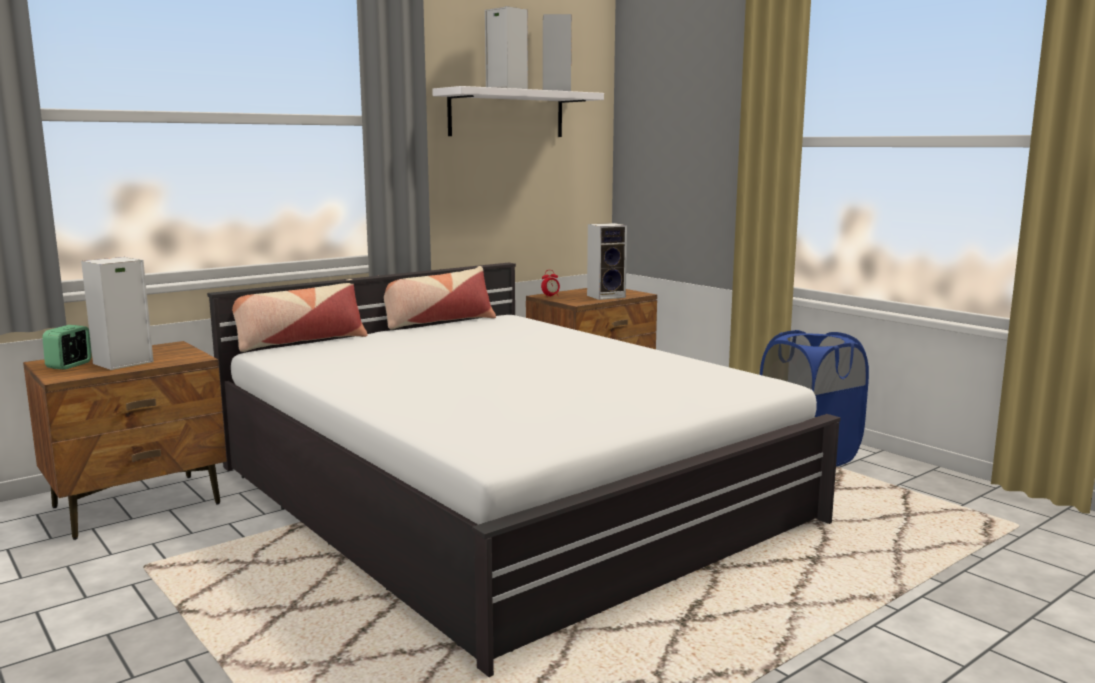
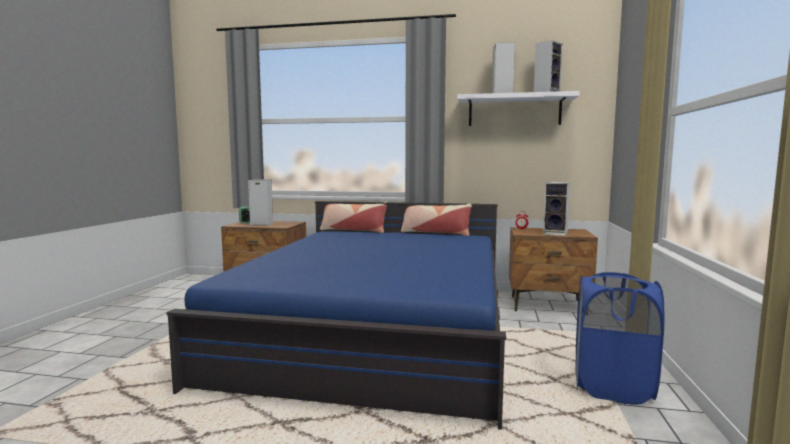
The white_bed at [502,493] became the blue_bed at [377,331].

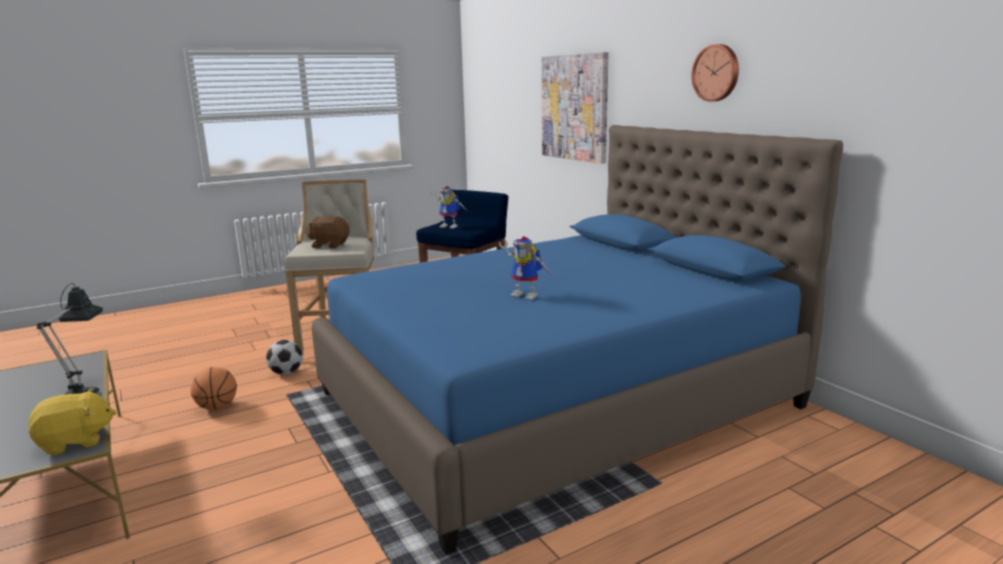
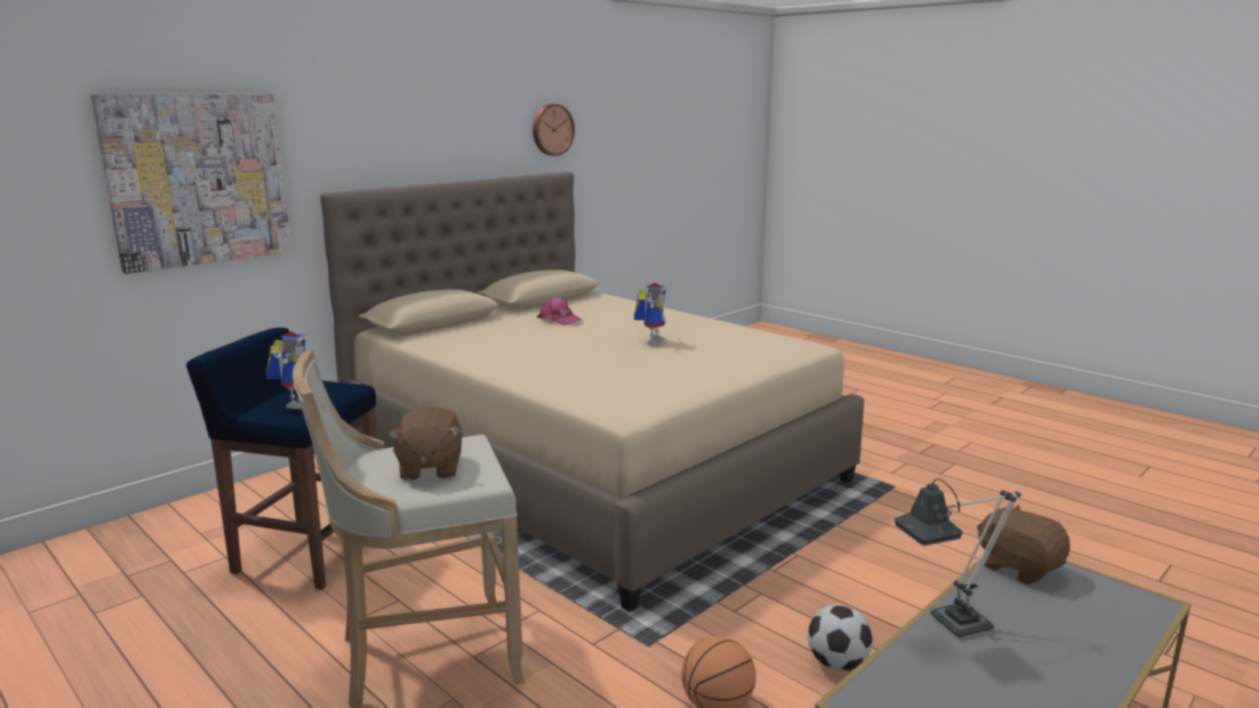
The pink_cap at [560,320] appeared.
The football moved from [286,373] to [837,664].
The wall_clock moved from [716,73] to [551,129].
The yellow_plush_toy at [75,441] became the brown_plush_toy at [1019,567].
The blue_bed at [556,400] became the beige_bed at [591,466].

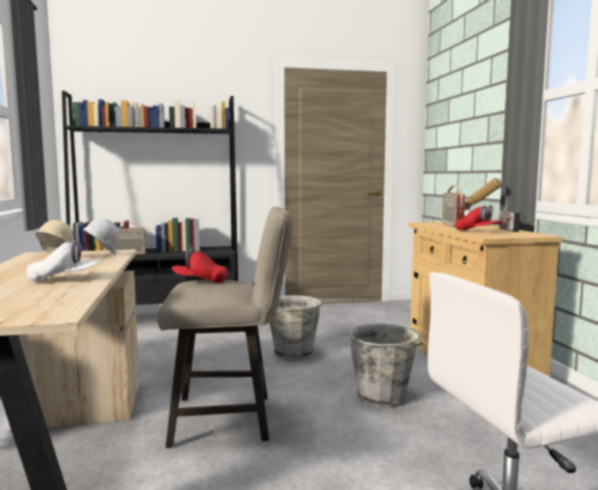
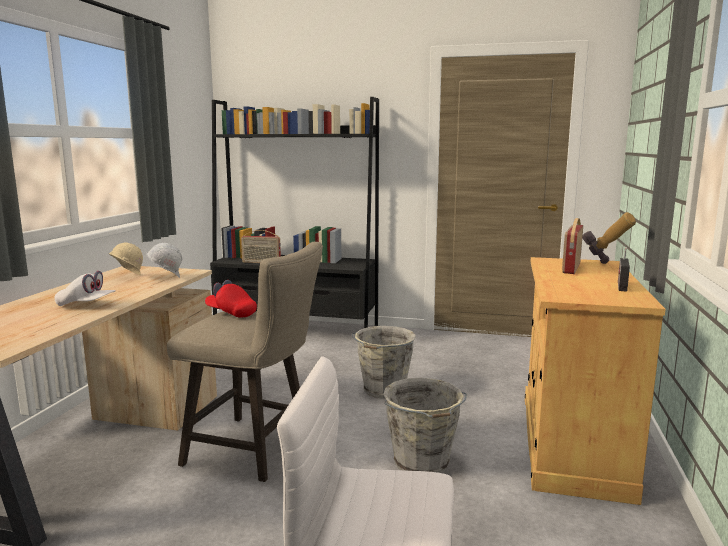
The red_cap at [478,231] disappeared.

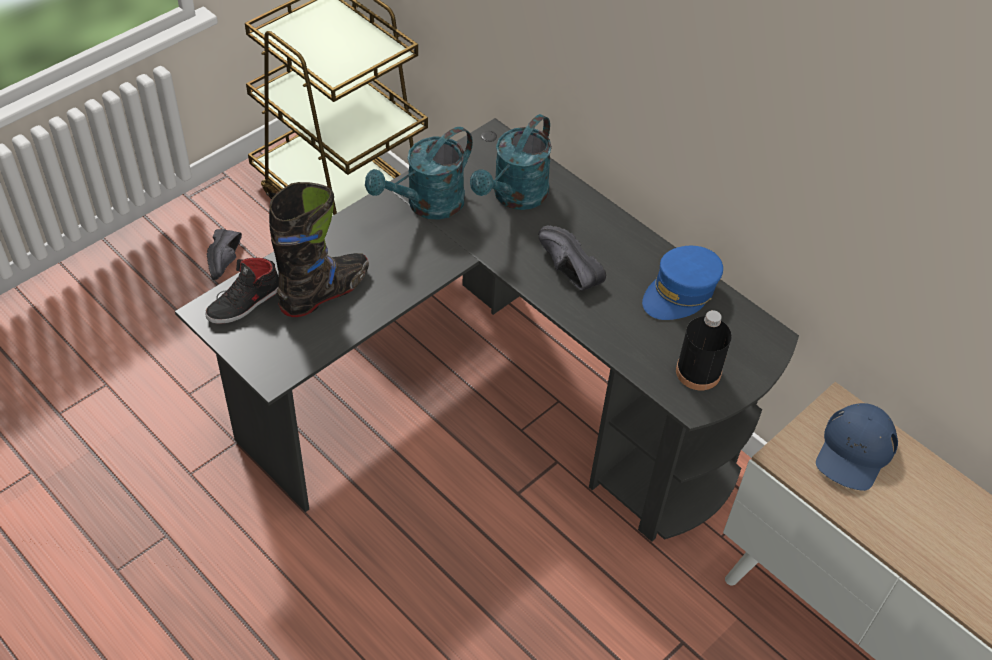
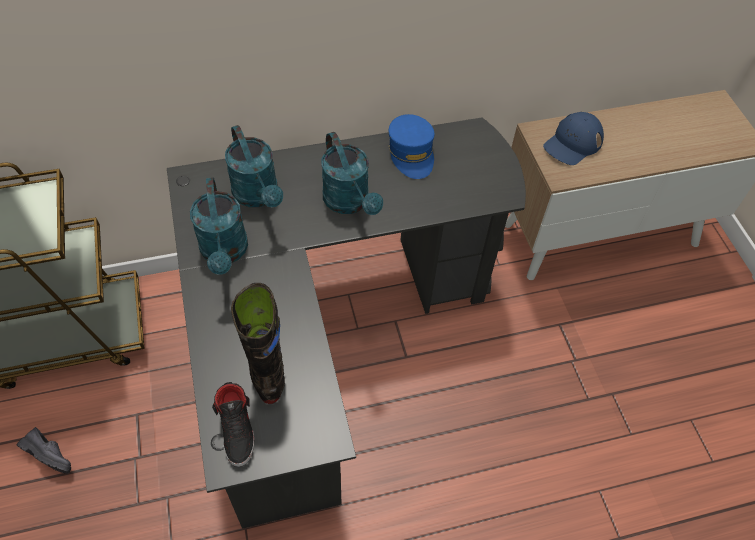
The black_bottle at [698,372] disappeared.
The black_shoe at [565,270] was replaced by the turquoise_watering_can at [350,203].
The blue_cap at [854,451] turned 75 degrees clockwise.

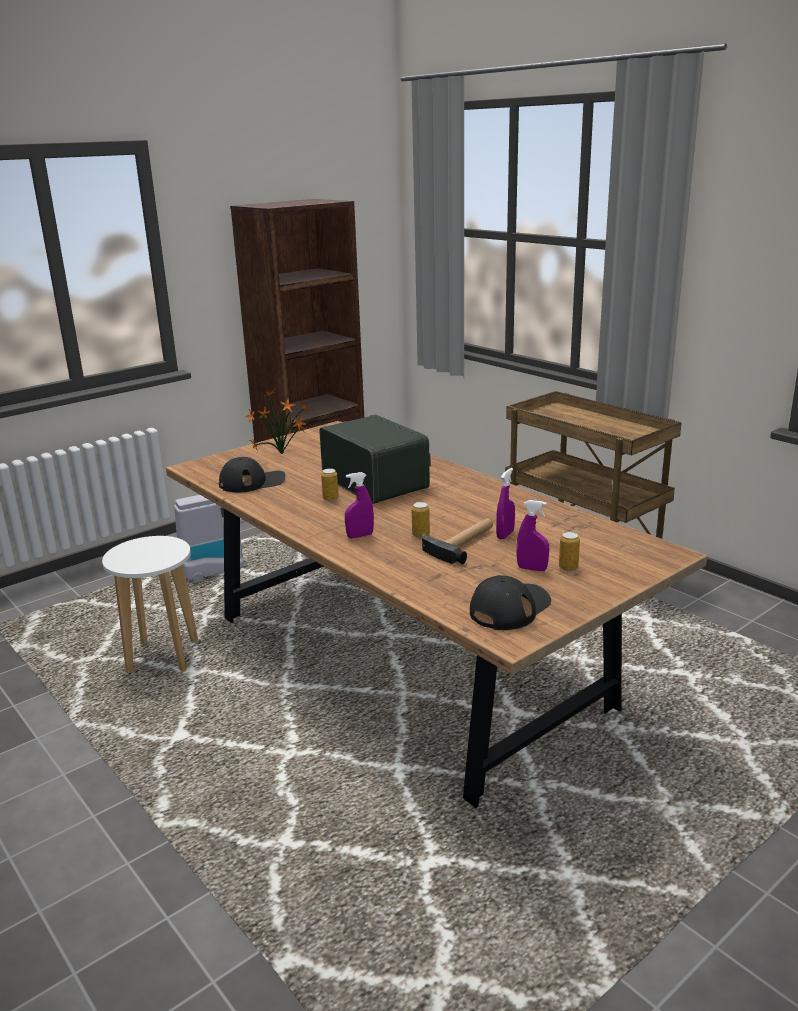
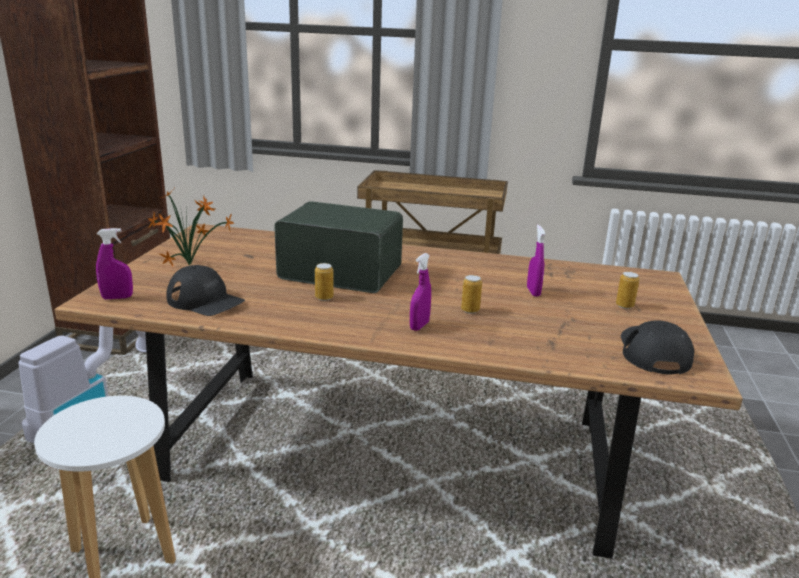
The hammer at [462,543] disappeared.
The purple_spray_bottle moved from [532,569] to [117,297].
The black_cap at [252,482] turned 90 degrees clockwise.

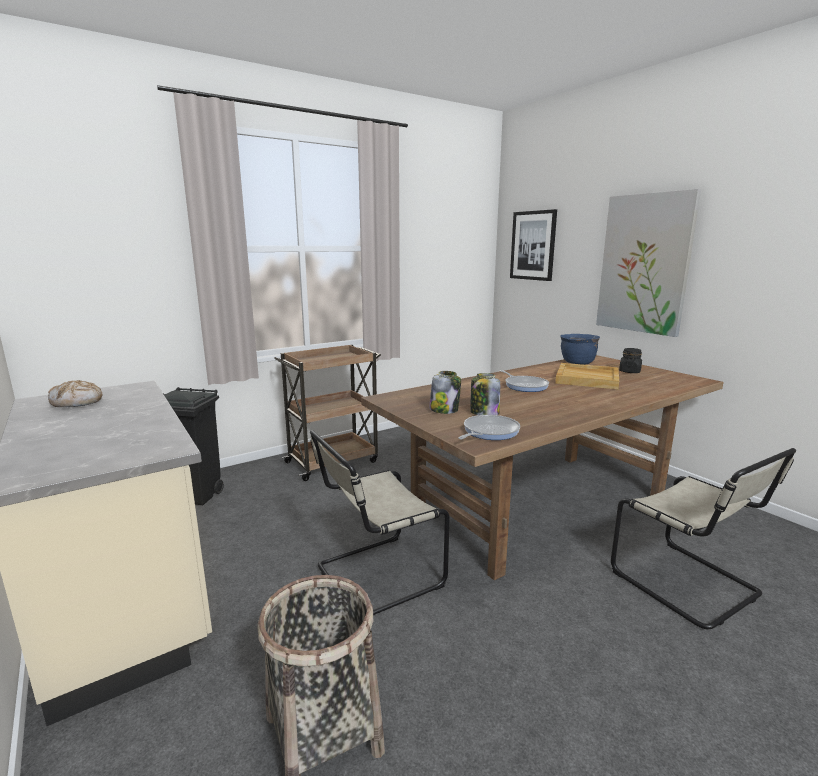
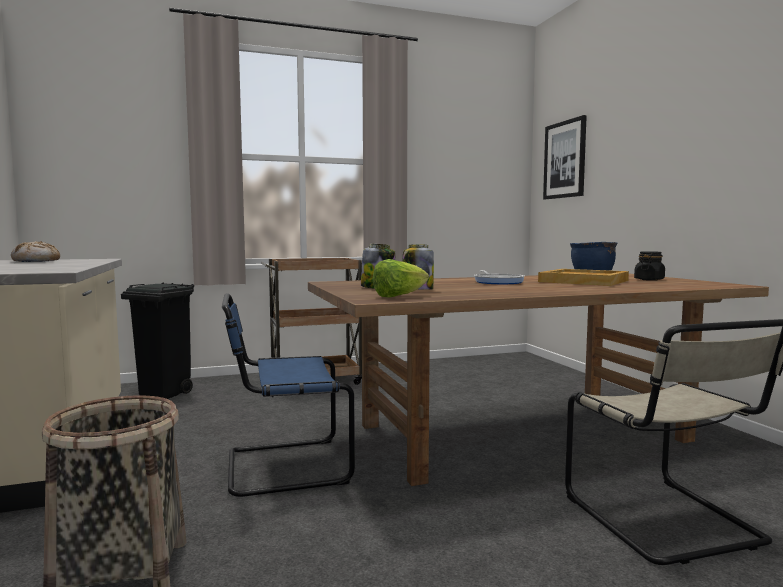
The picture at [644,264] disappeared.
The frying_pan at [488,432] was replaced by the lettuce at [399,296].
The beige_chair at [375,576] became the blue_chair at [282,467].

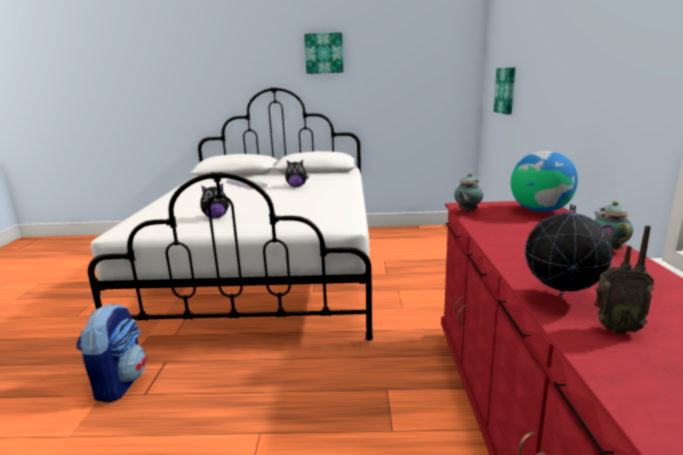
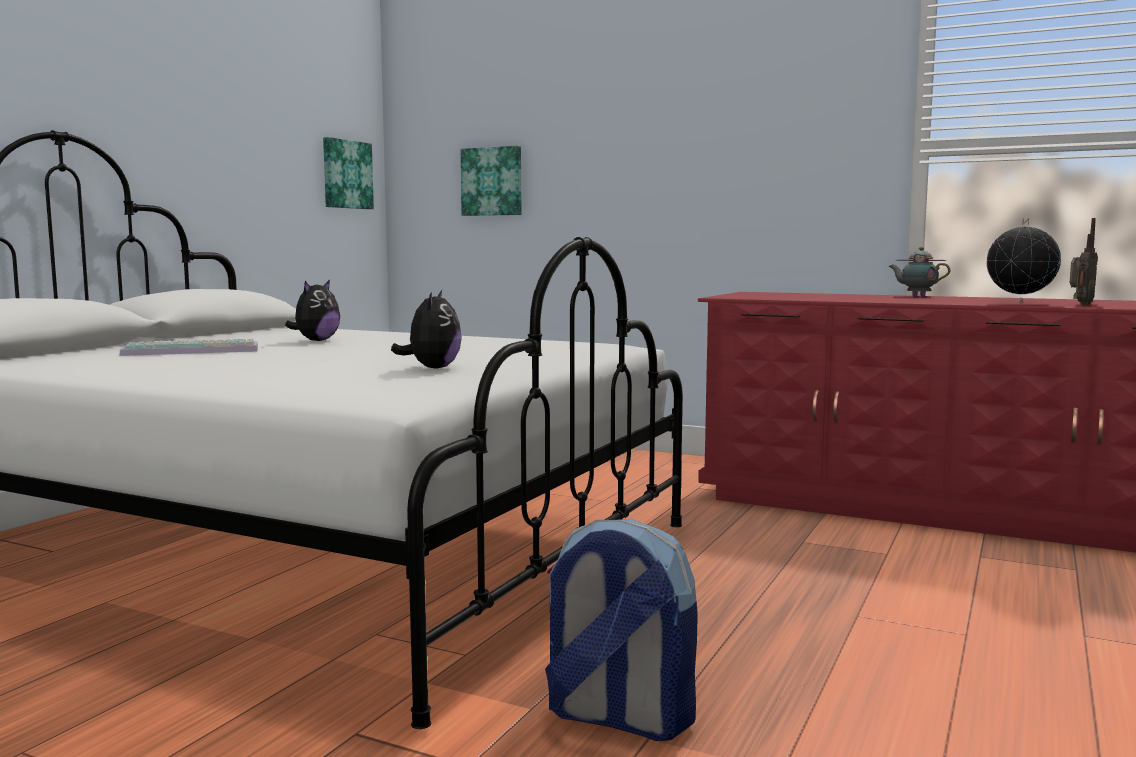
The teapot at [466,211] disappeared.
The globe at [540,210] disappeared.
The picture moved from [324,53] to [346,174].

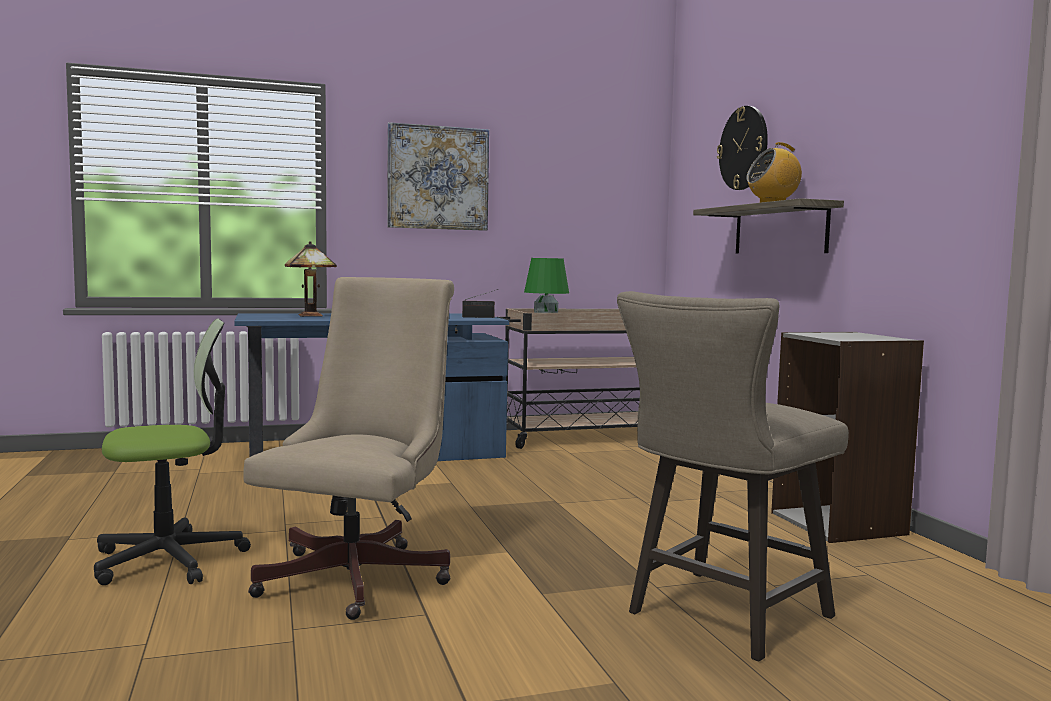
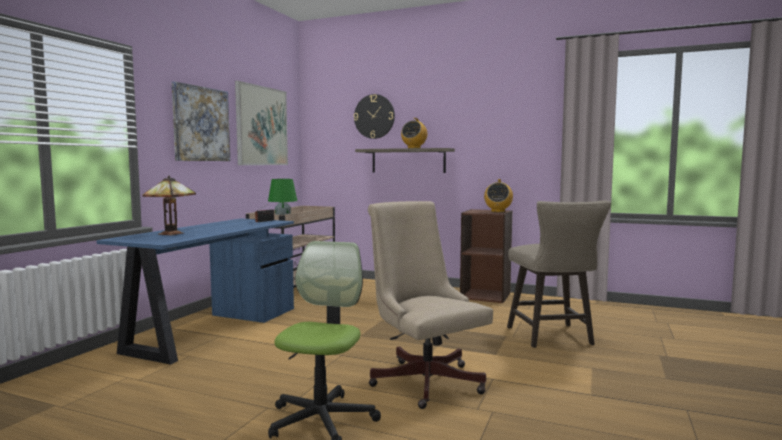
The picture at [261,126] appeared.
The radio at [498,211] appeared.
The grey_bookcase at [839,523] became the brown_bookcase at [485,295].

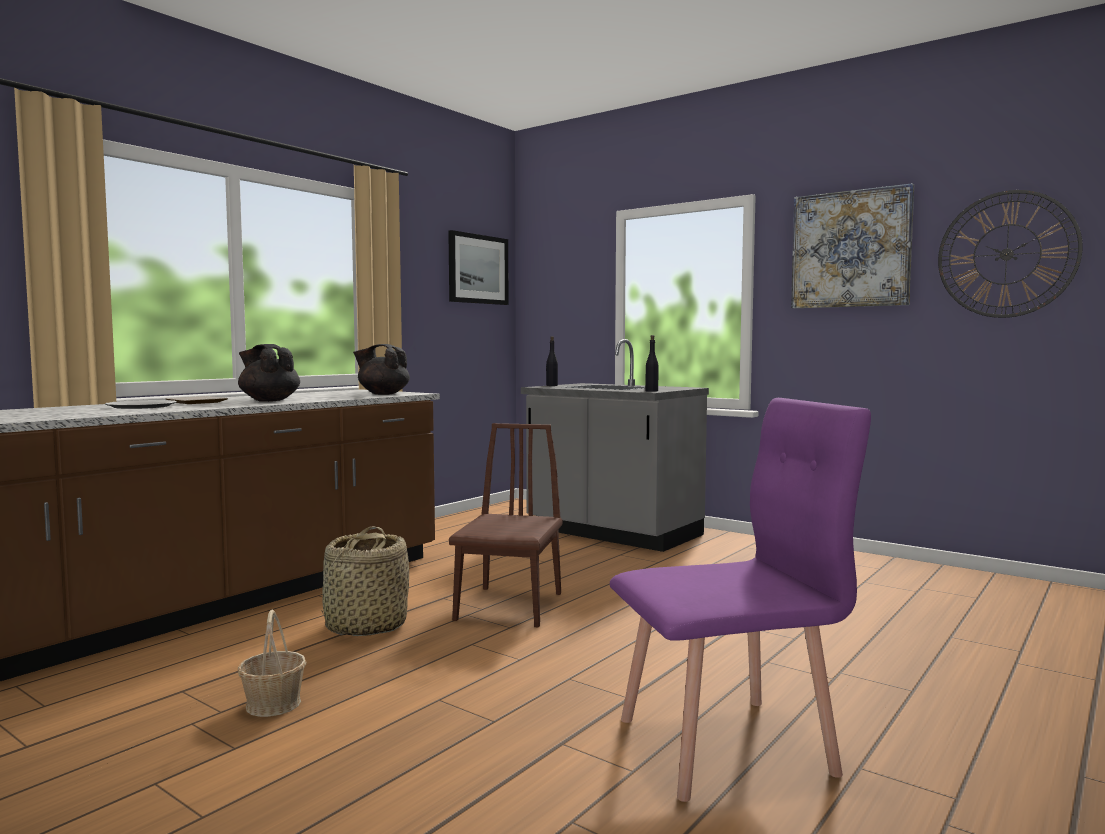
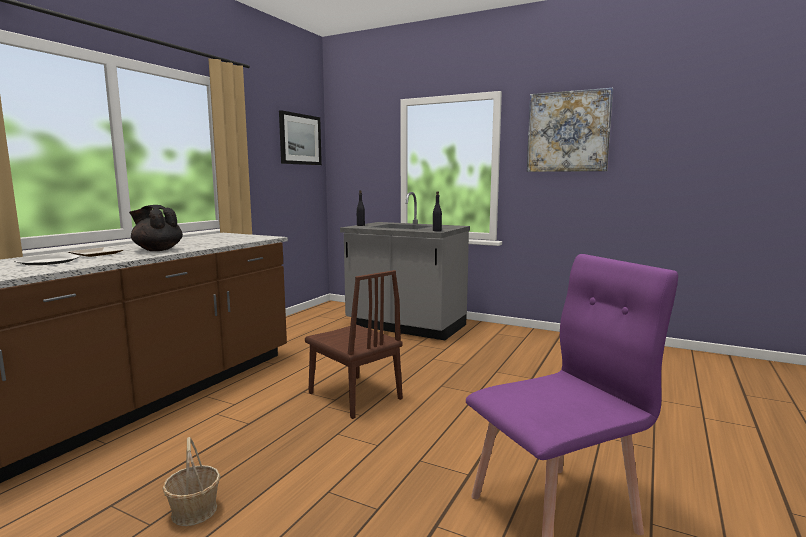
The basket at [365,626] disappeared.
The black_teapot at [383,394] disappeared.
The wall_clock at [1006,254] disappeared.
The brown_chair at [509,606] turned 135 degrees clockwise.

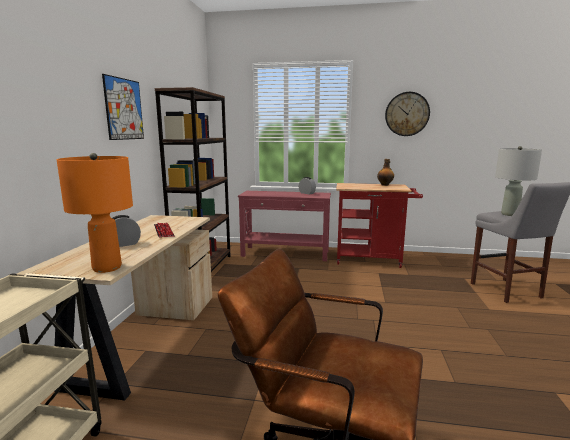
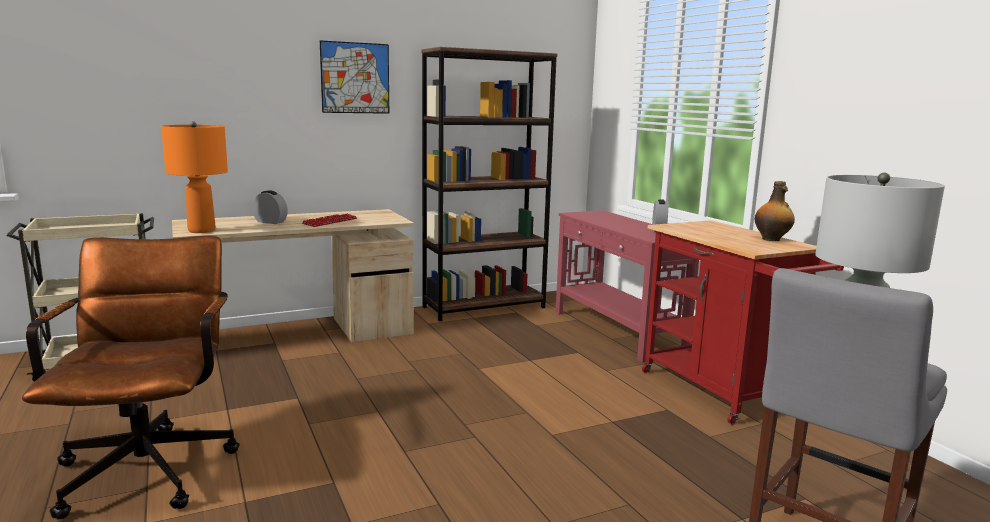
The wall_clock at [407,114] disappeared.

